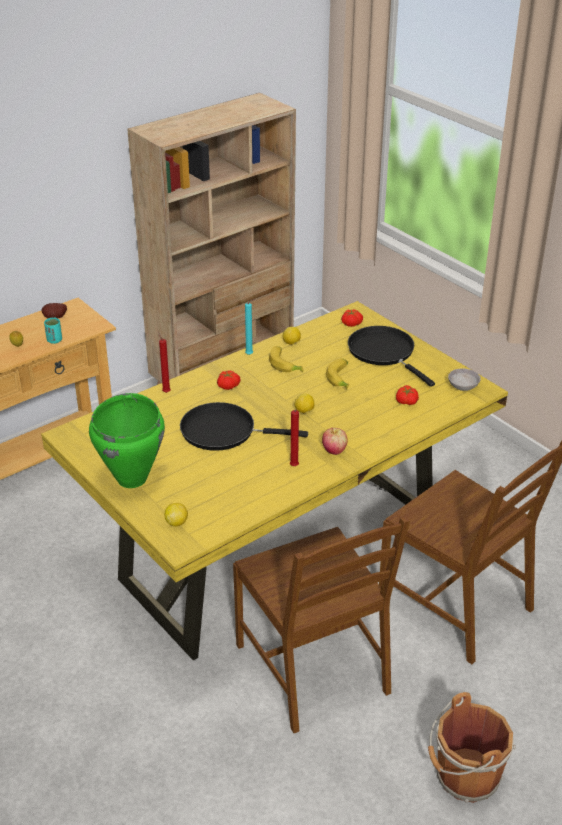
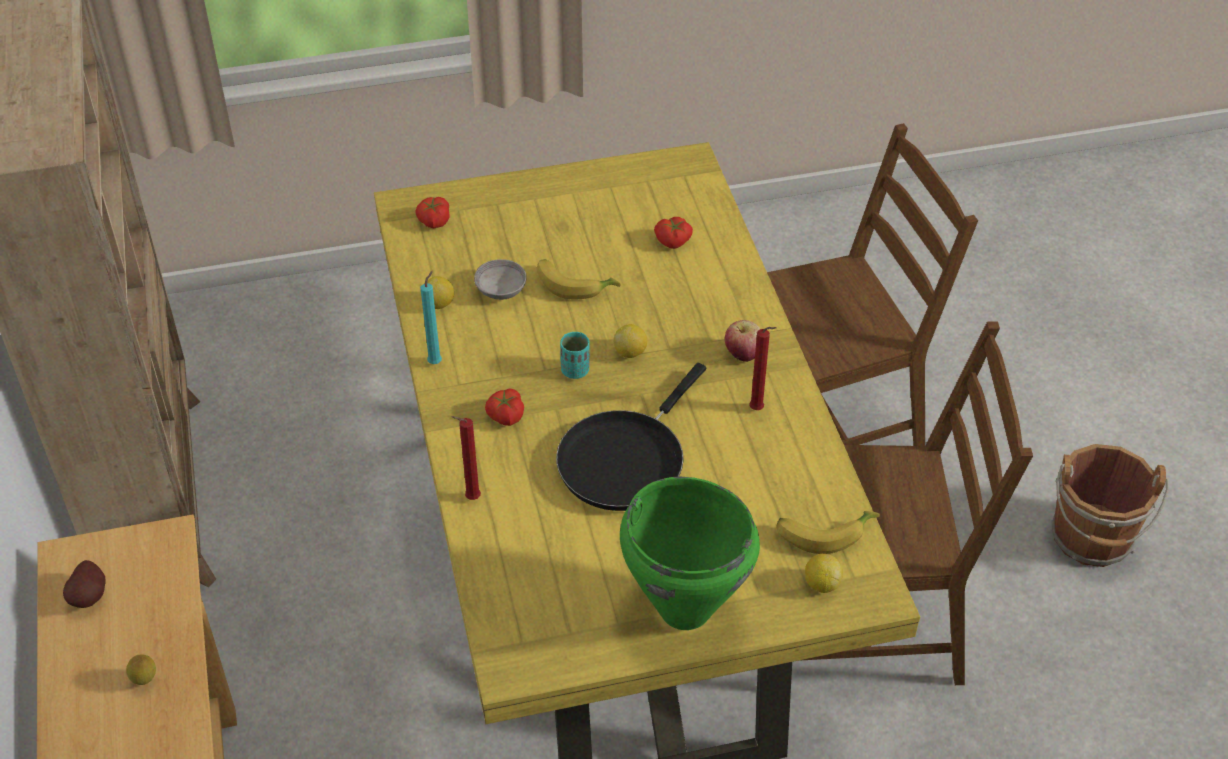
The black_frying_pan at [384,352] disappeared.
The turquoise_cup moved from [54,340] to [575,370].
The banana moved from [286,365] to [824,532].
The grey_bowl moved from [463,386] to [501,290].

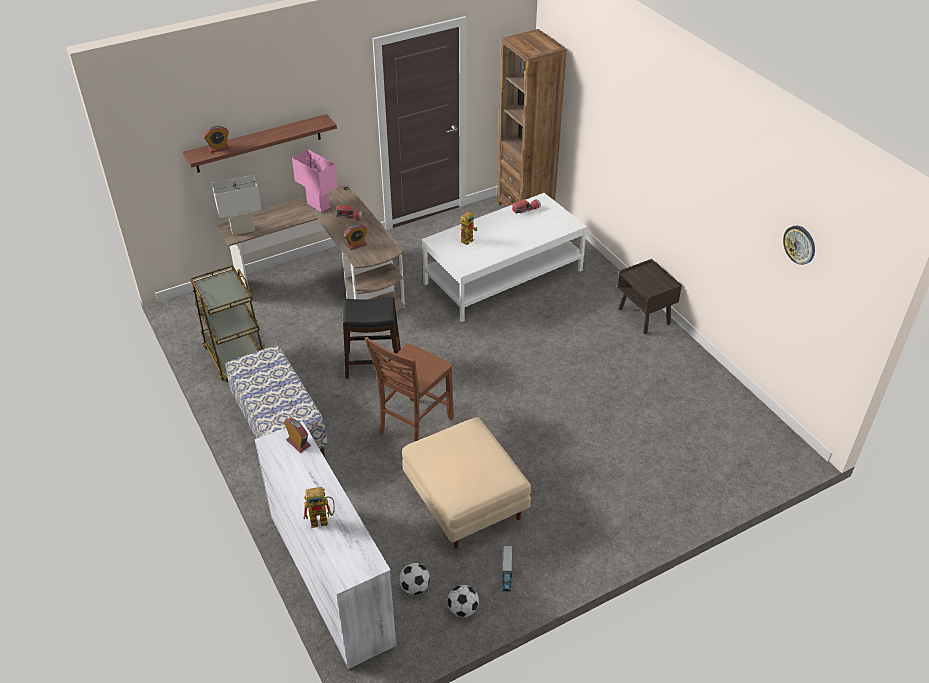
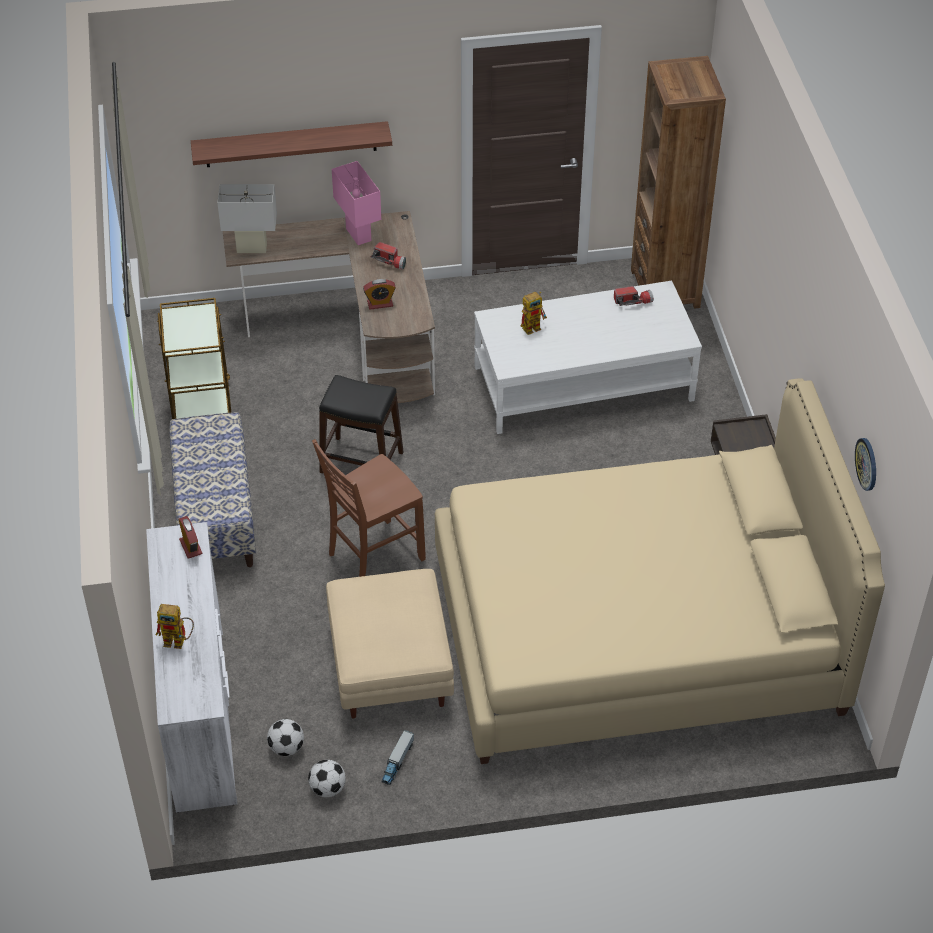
The alarm_clock at [218,148] disappeared.
The beige_bed at [636,634] appeared.

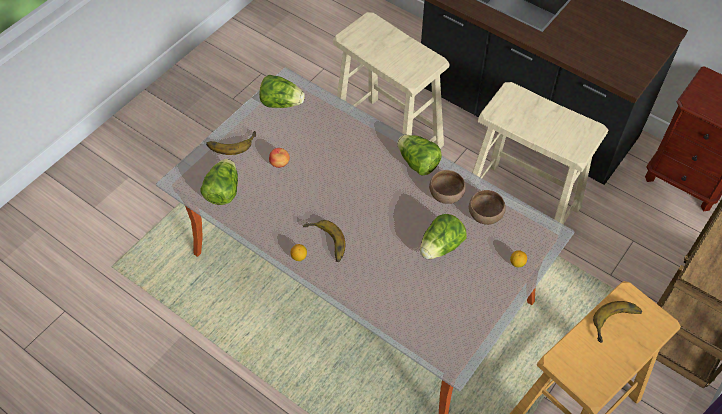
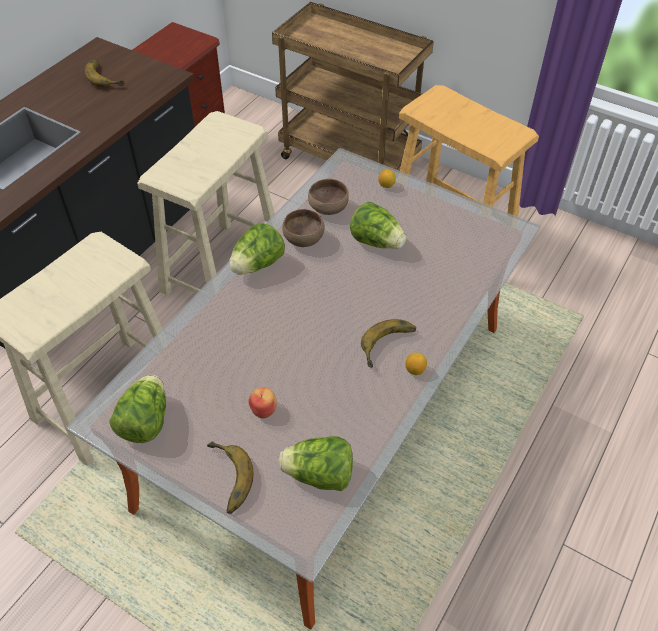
The banana moved from [617,324] to [106,76].

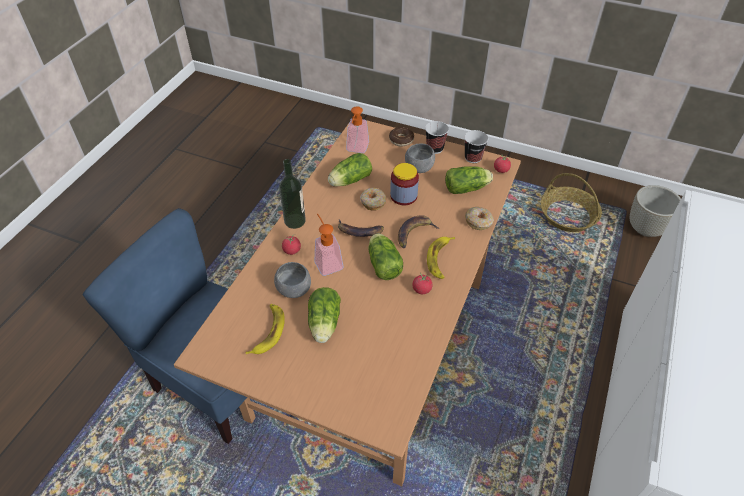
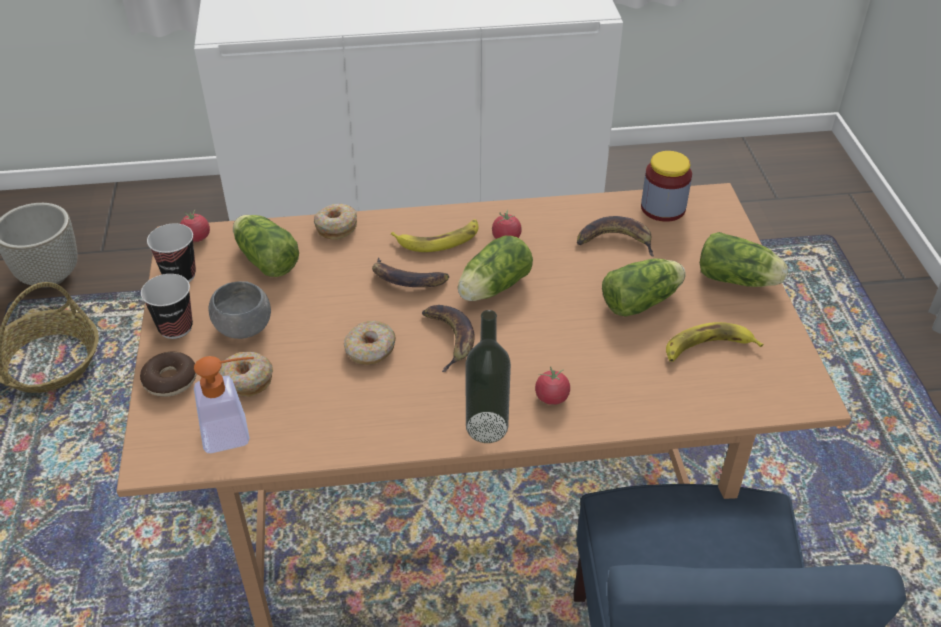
The grey_bowl at [294,289] disappeared.
The soap_dispenser at [327,261] disappeared.
The donut at [246,380] appeared.
The banana at [615,241] appeared.
The lettuce moved from [349,181] to [739,280].
The jar moved from [403,196] to [663,208].

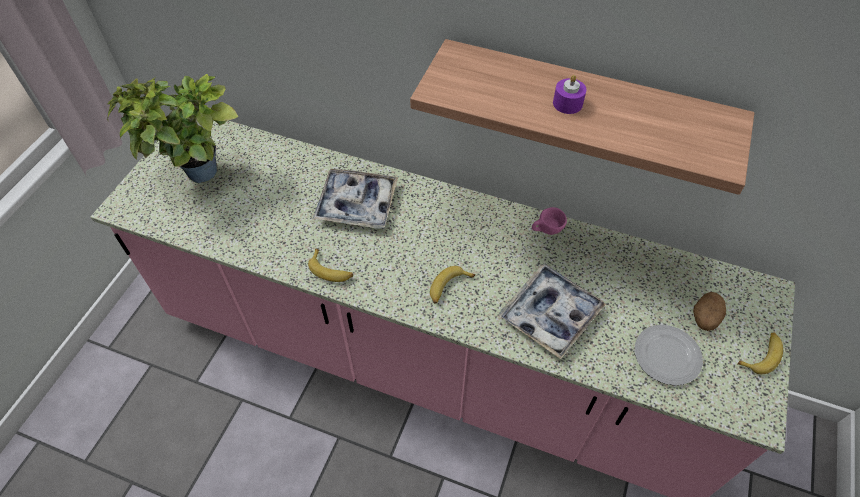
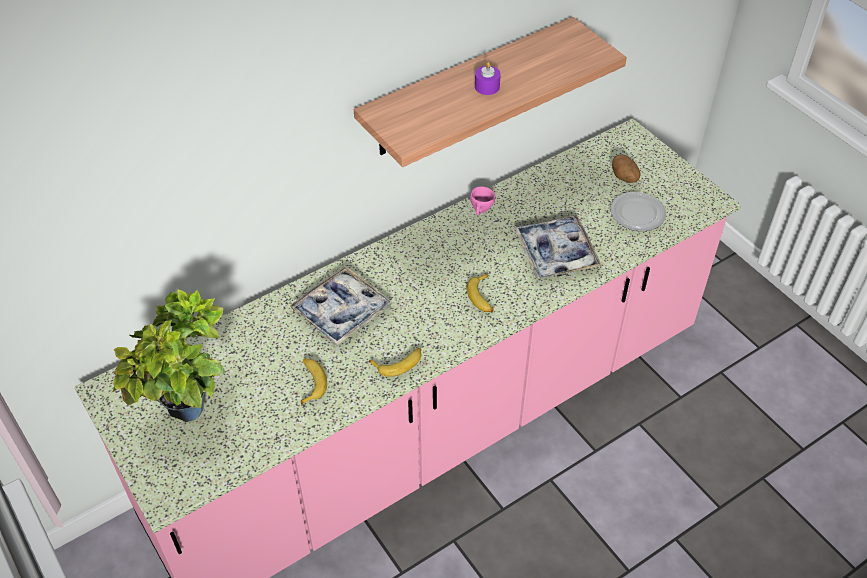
The banana moved from [761,355] to [311,382].

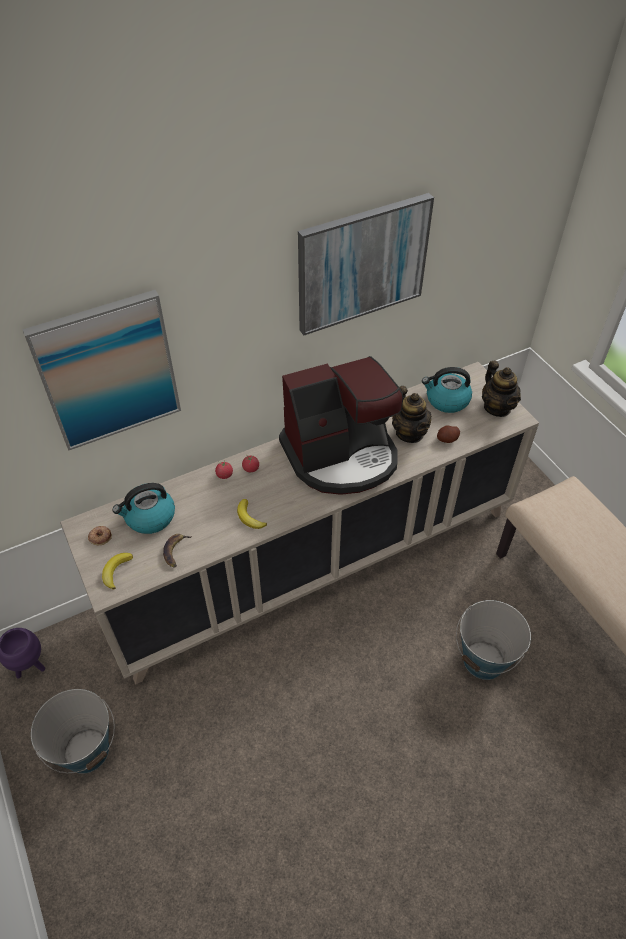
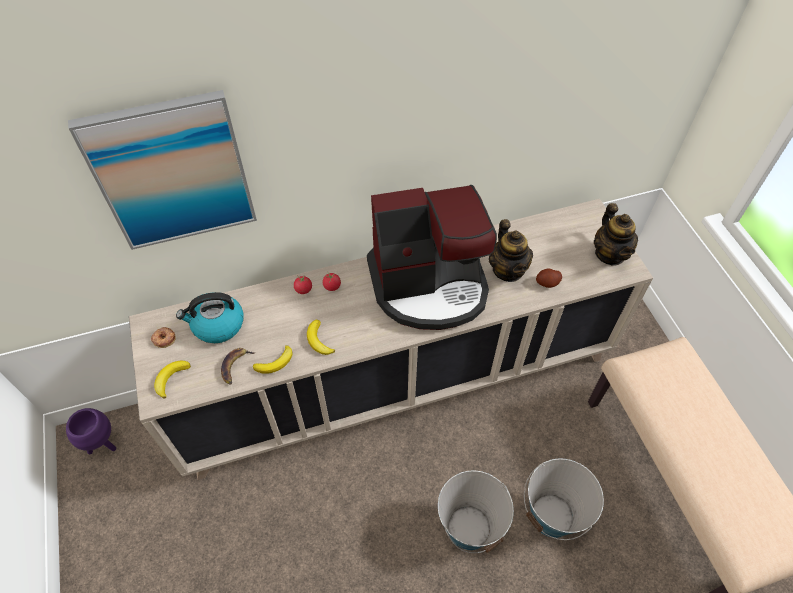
The picture at [362,263] disappeared.
The kettle at [446,400] disappeared.
The banana at [275,362] appeared.
The bucket moved from [87,750] to [469,527].

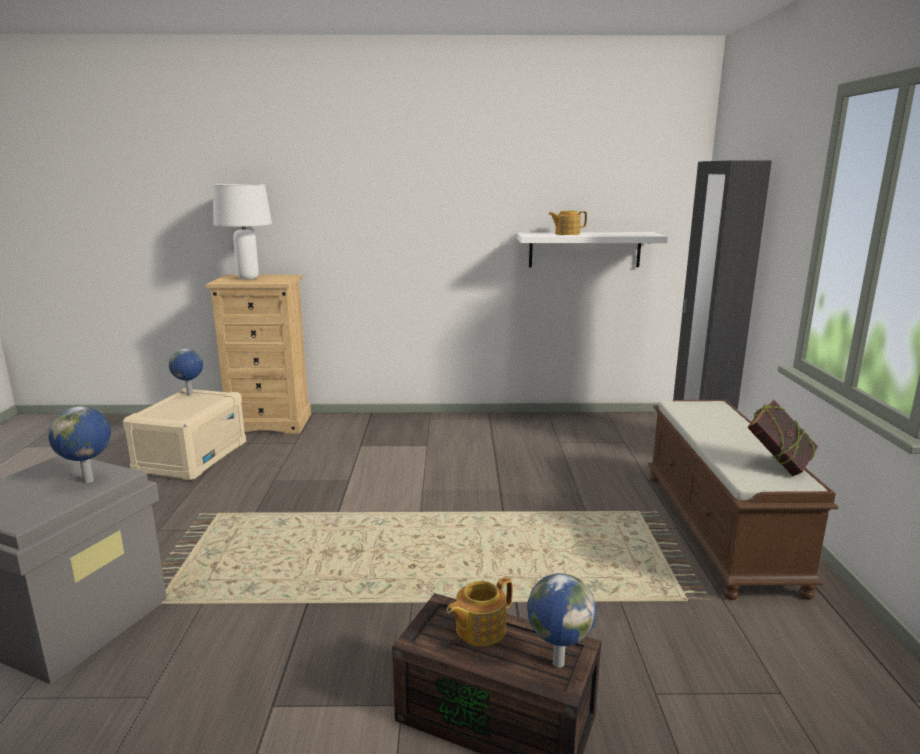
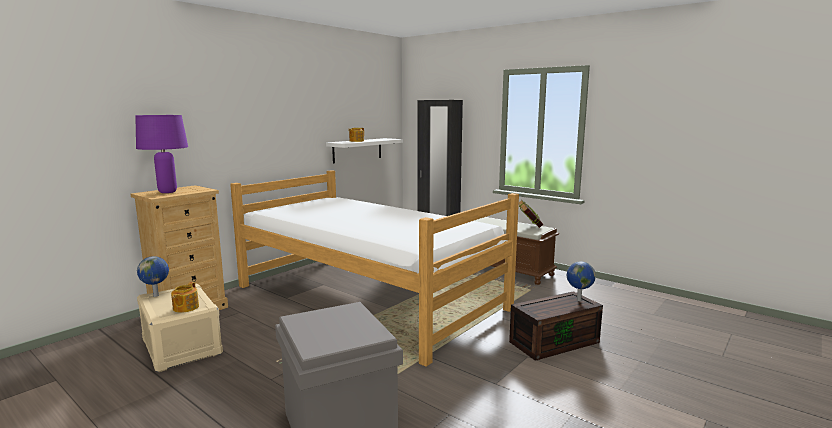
The globe at [90,481] disappeared.
The bed at [368,297] appeared.
The teapot moved from [479,629] to [185,308].
The white_table_lamp at [248,278] became the purple_table_lamp at [167,192].

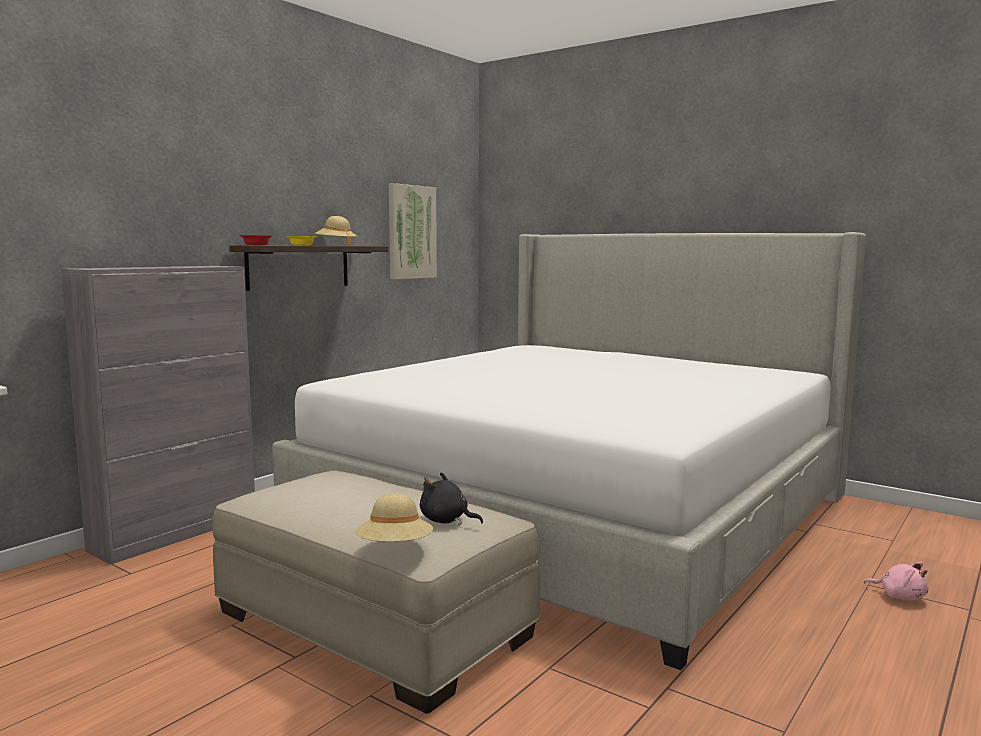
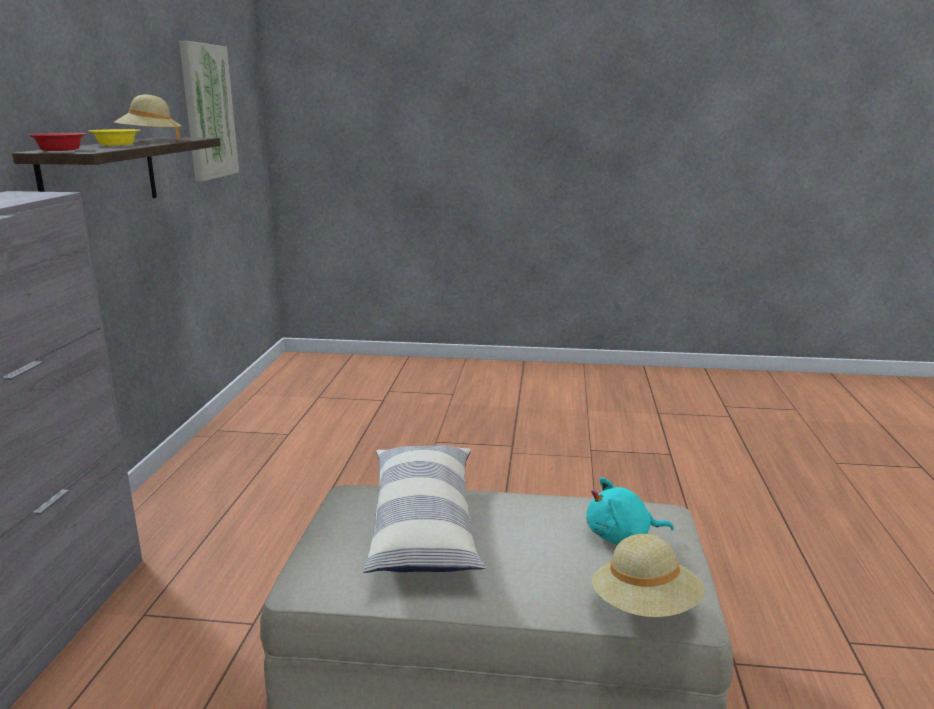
The bed at [578,511] disappeared.
The pink_plush_toy at [899,596] disappeared.
The pillow at [424,525] appeared.
The black_plush_toy at [446,521] became the turquoise_plush_toy at [622,537].

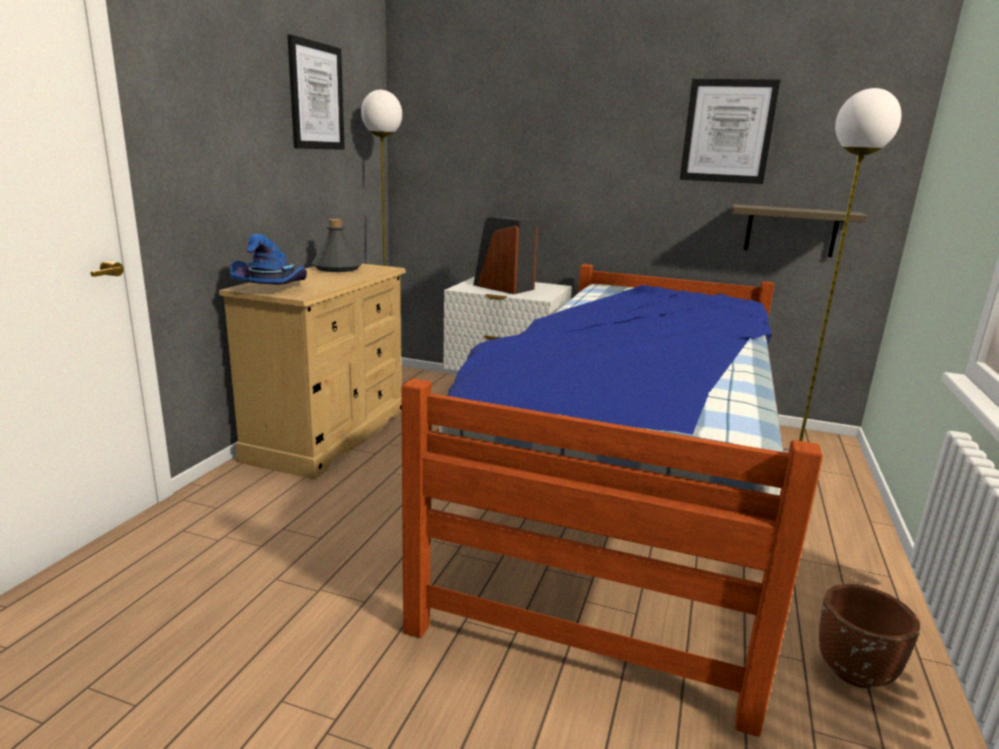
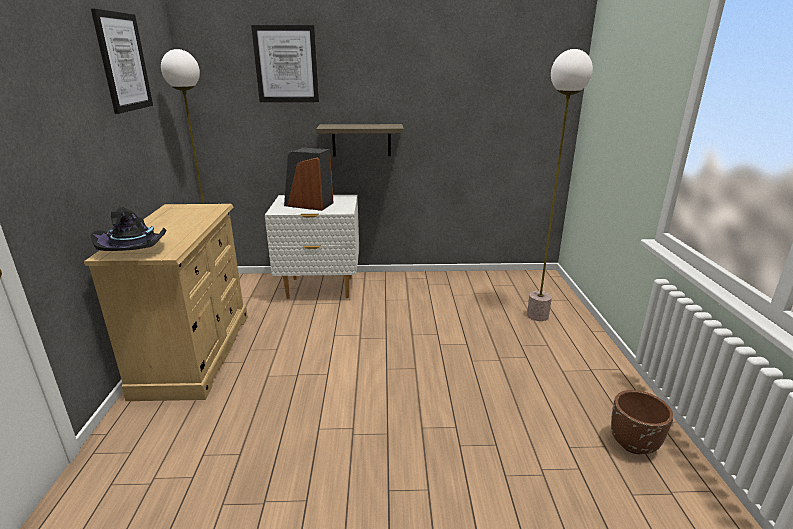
The grey_bottle at [337,268] disappeared.
The bed at [624,496] disappeared.
The picture moved from [728,131] to [286,64].
The shelf moved from [790,231] to [361,140].
The blue_hat at [272,288] became the black_hat at [135,250].

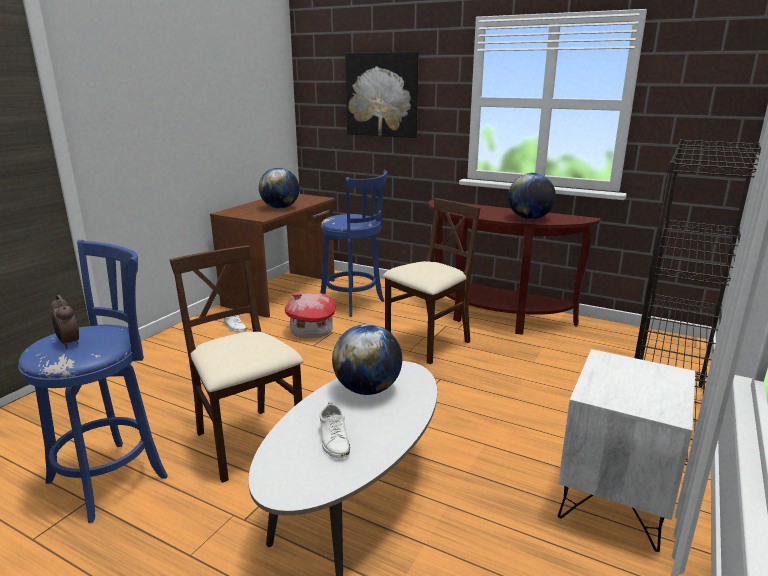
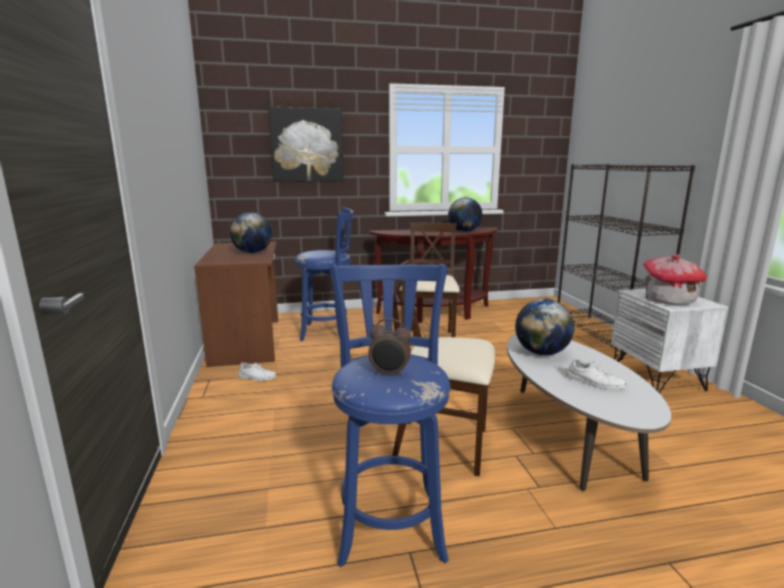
The toy_house moved from [311,332] to [669,300].

